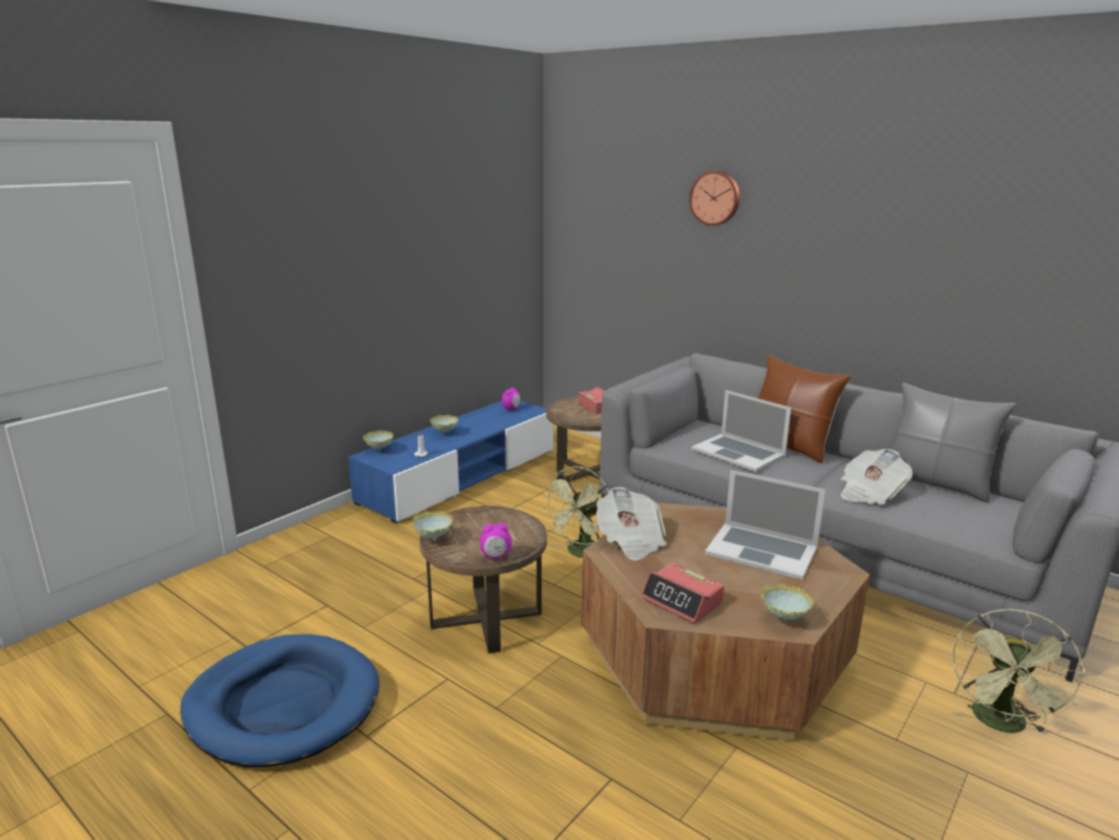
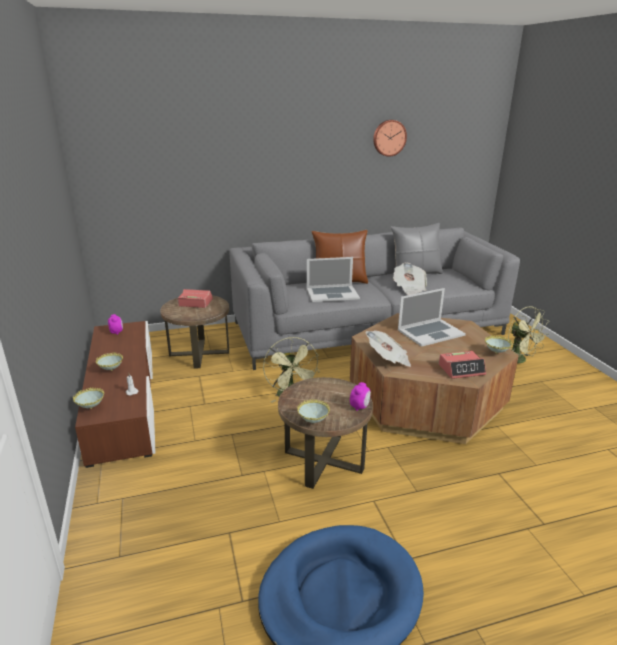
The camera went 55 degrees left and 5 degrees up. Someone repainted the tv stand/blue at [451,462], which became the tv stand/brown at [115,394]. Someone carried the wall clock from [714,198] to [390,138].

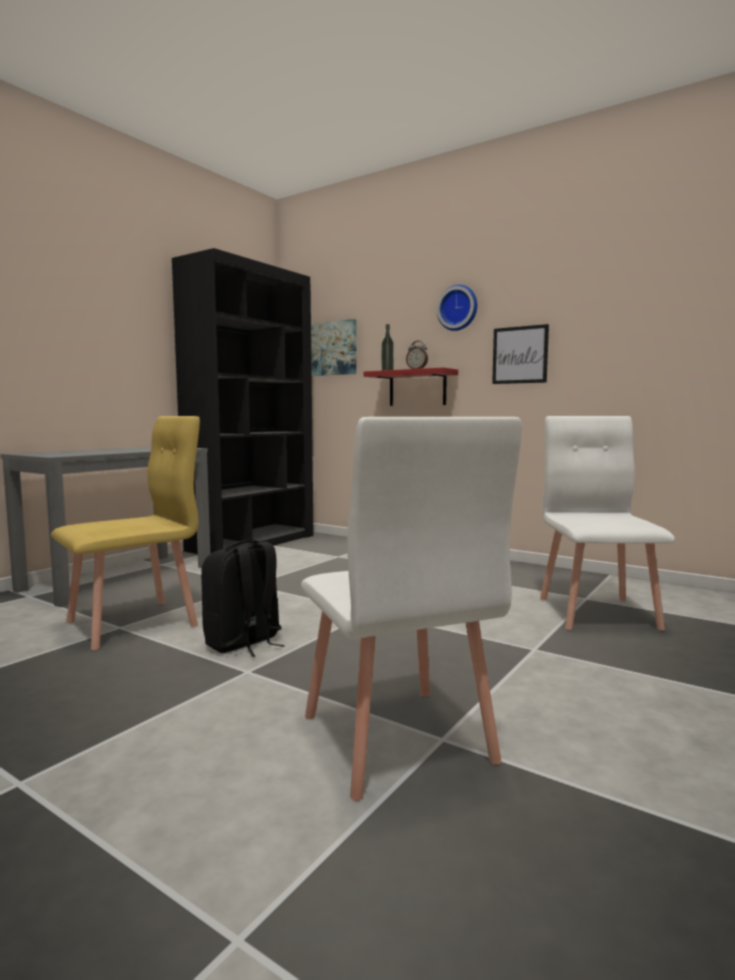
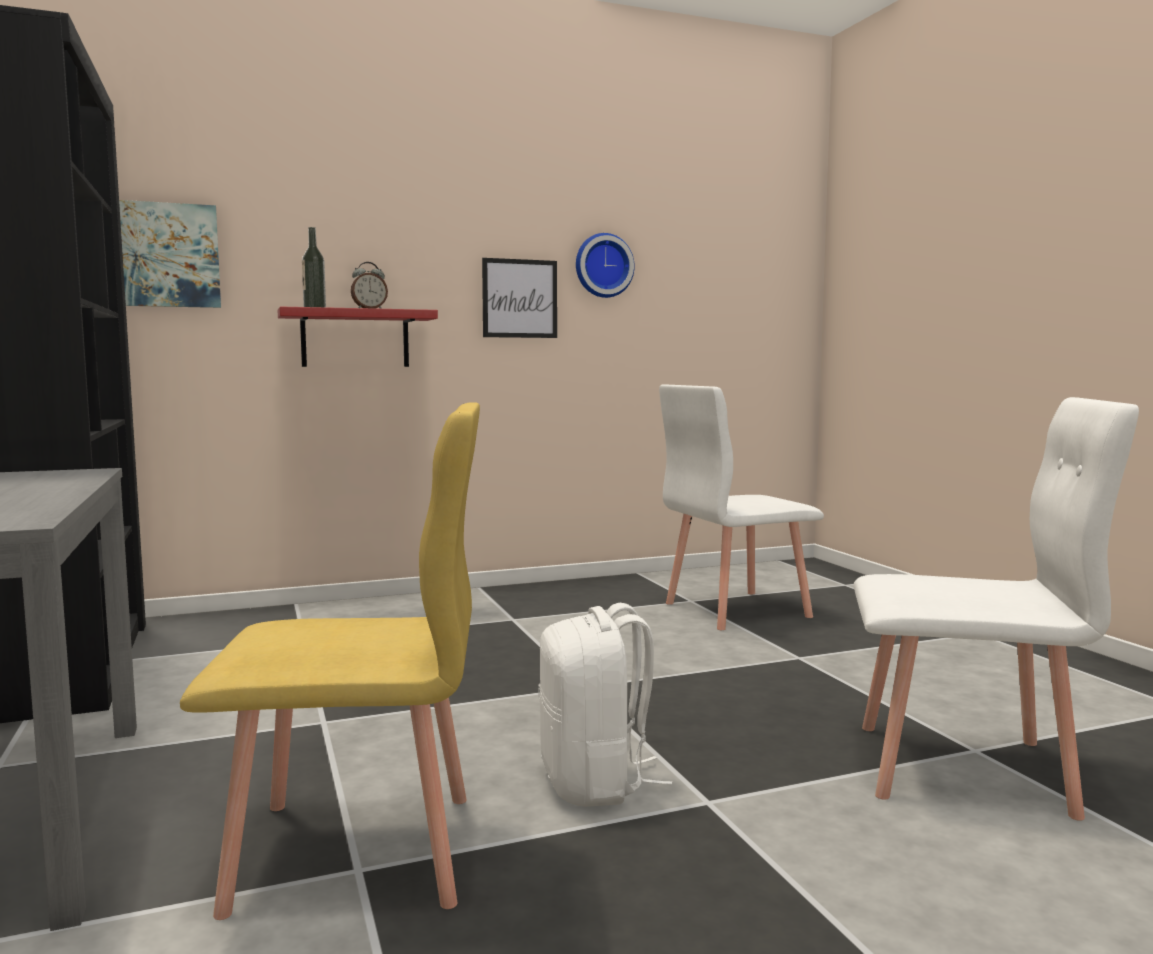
The camera went 55 degrees left and 0 degrees up. Someone rotated the chair/yellow at [125,533] by 90 degrees clockwise. Someone repainted the backpack/black at [243,598], which became the backpack/white at [605,705]. Someone carried the wall clock from [457,307] to [605,265]. Someone rotated the chair/white at [607,523] by 60 degrees counterclockwise.

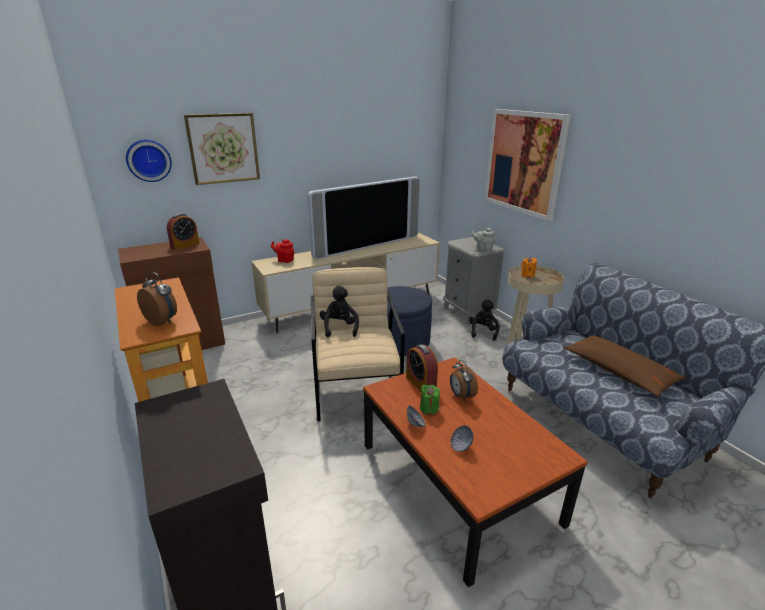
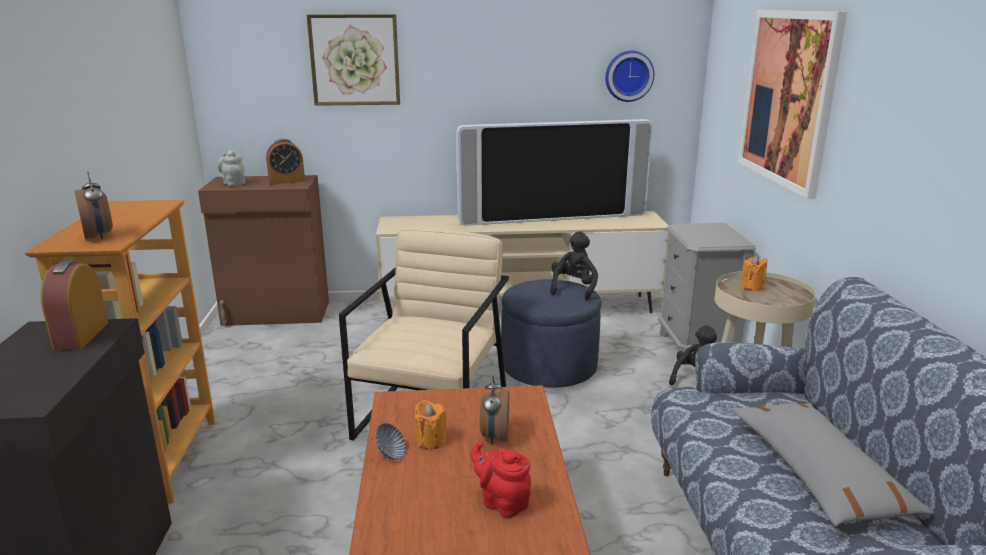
The camera went 25 degrees right and 5 degrees down. Someone carried the wall clock from [149,161] to [629,76]. Someone carried the teapot/red from [282,251] to [501,479]. Someone carried the plush toy/black from [339,311] to [574,265]. Someone carried the alarm clock from [422,367] to [74,305]. Someone repainted the candle/green at [430,400], which became the candle/orange at [431,424]. Someone took away the bowl at [462,438]. Someone carried the teapot/grey from [483,240] to [231,168]. Someone repainted the pillow/brown at [624,366], which became the pillow/grey at [832,465].

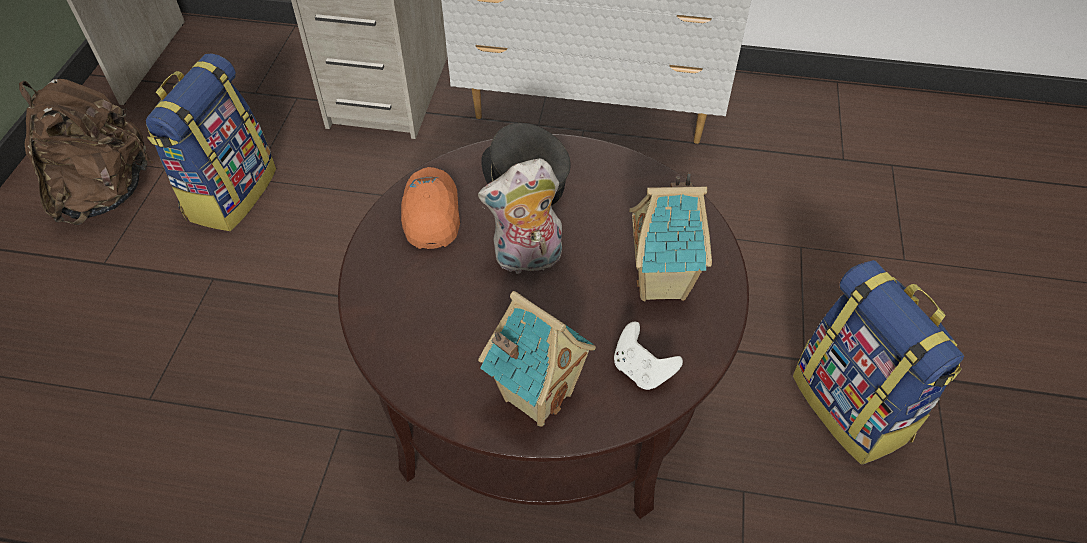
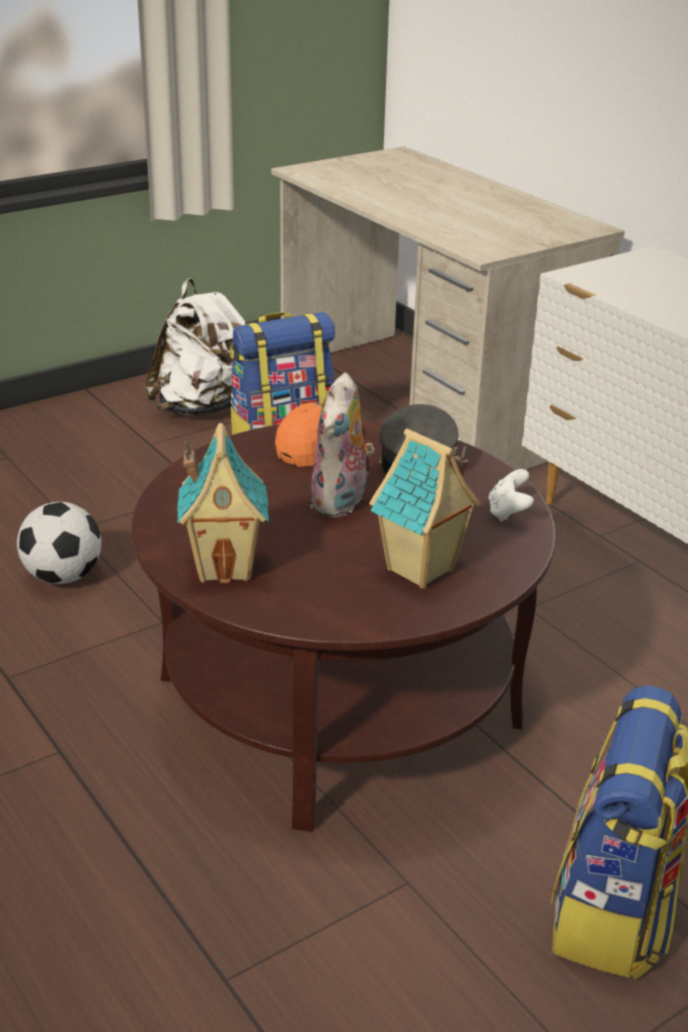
The camera went 45 degrees right and 20 degrees down. Someone repainted the backpack/brown at [86,152], which became the backpack/white at [194,347]. Someone rotated the plush toy at [520,216] by 105 degrees counterclockwise. Someone carried the game controller/white from [648,356] to [511,495]. Someone put down the football at [59,543].

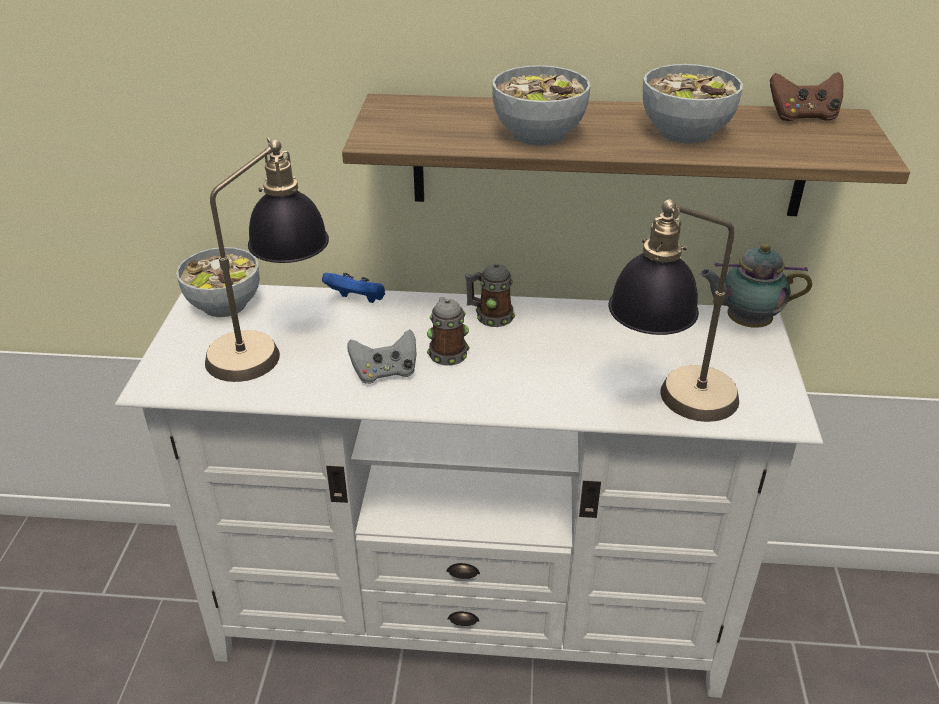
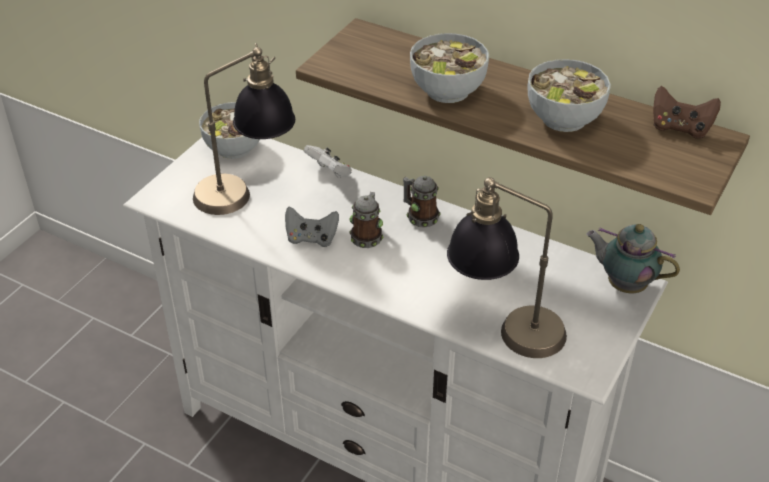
The camera went 25 degrees right and 5 degrees up. Someone repainted the game controller/blue at [353,288], which became the game controller/white at [327,161].

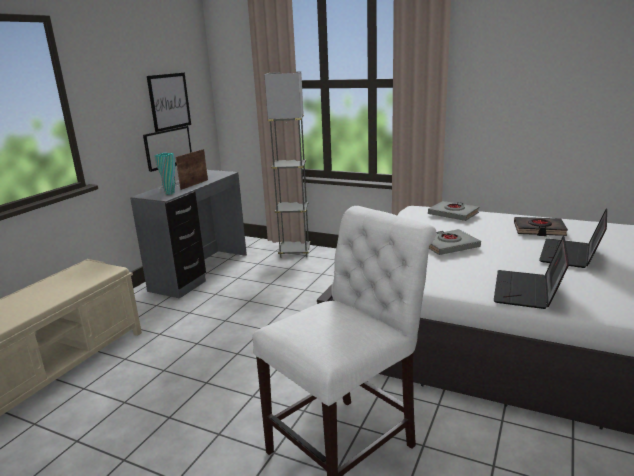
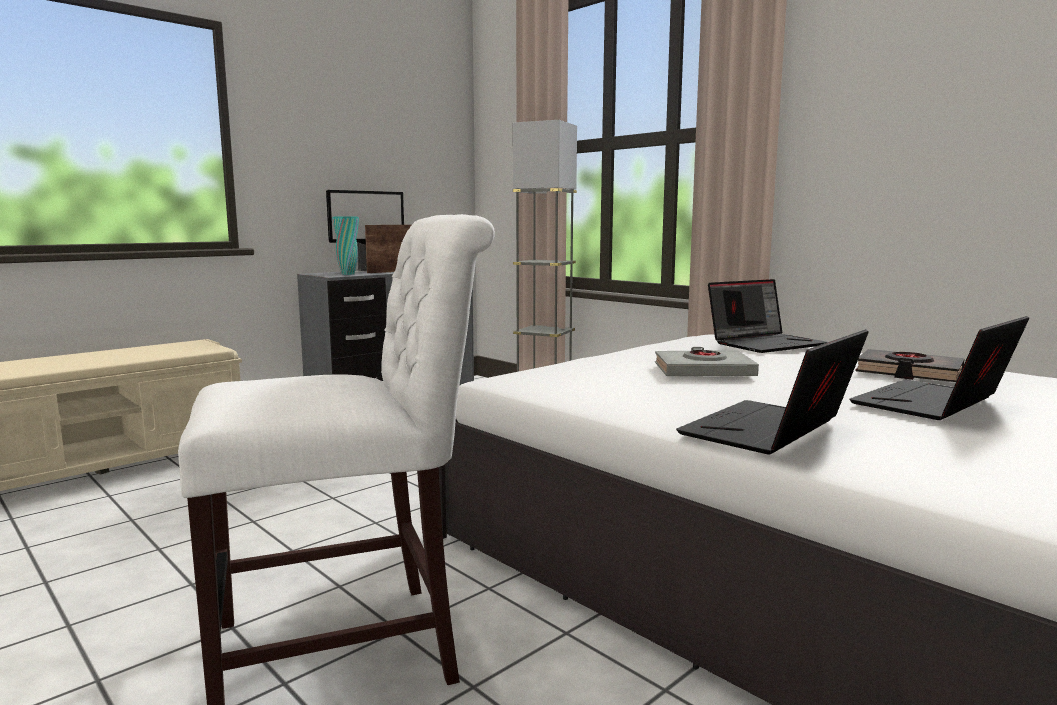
The camera went 20 degrees right and 10 degrees down. Someone took away the picture at [169,102]. Someone swapped the book/grey at [453,211] for the laptop at [767,316].

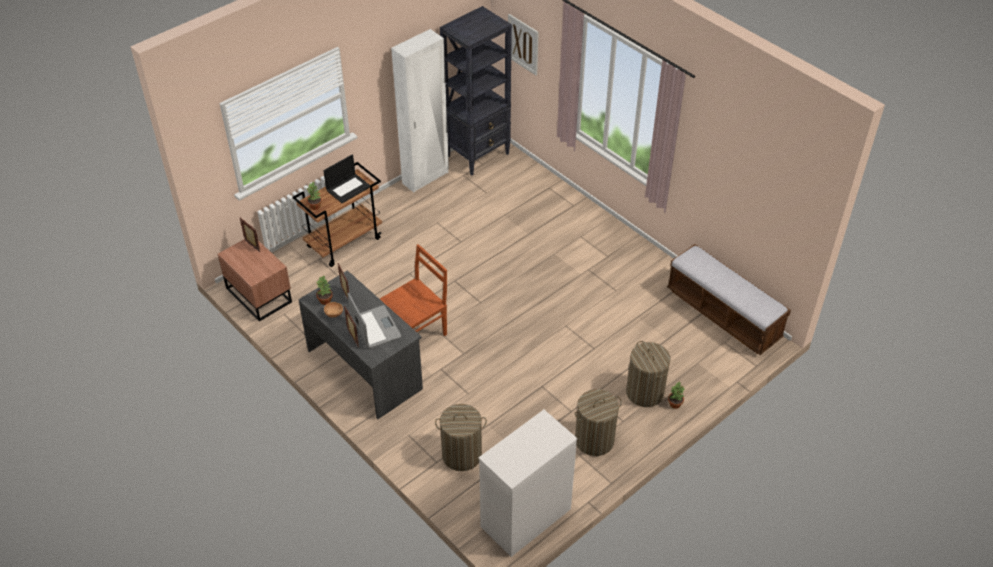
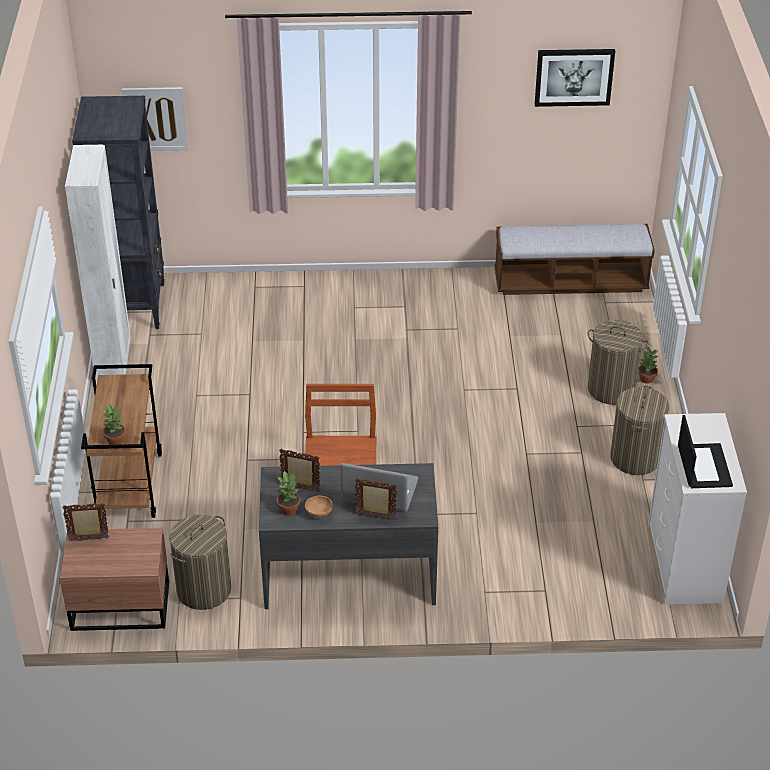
The camera went 50 degrees left and 5 degrees down. Someone carried the laptop from [346,179] to [705,451]. Someone carried the laundry basket from [461,437] to [200,562]. Someone put up the picture at [575,78].

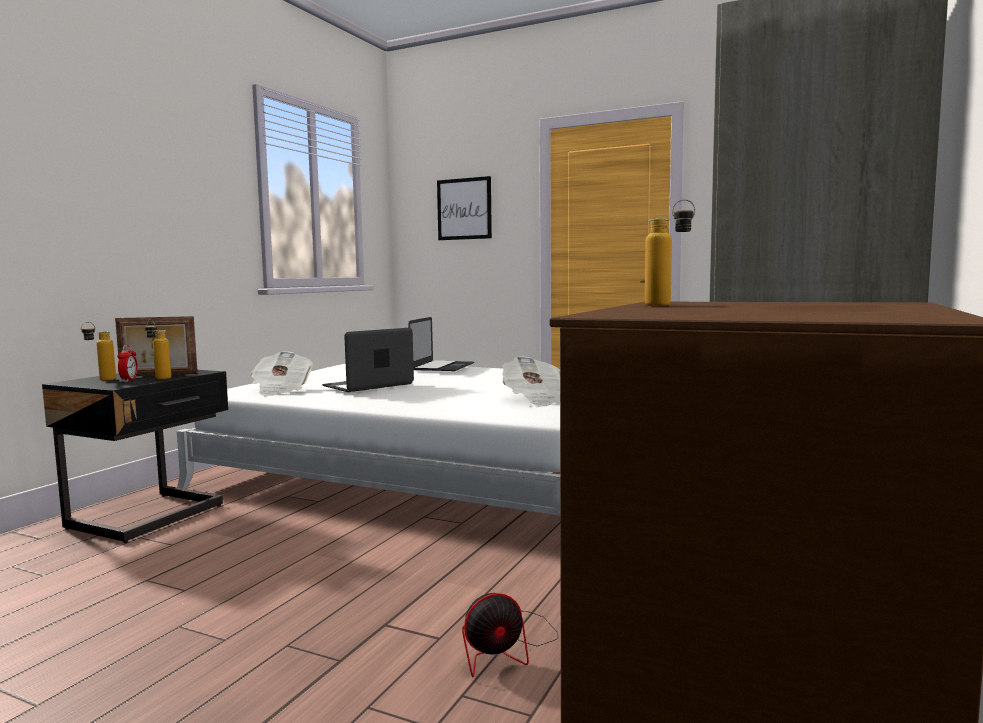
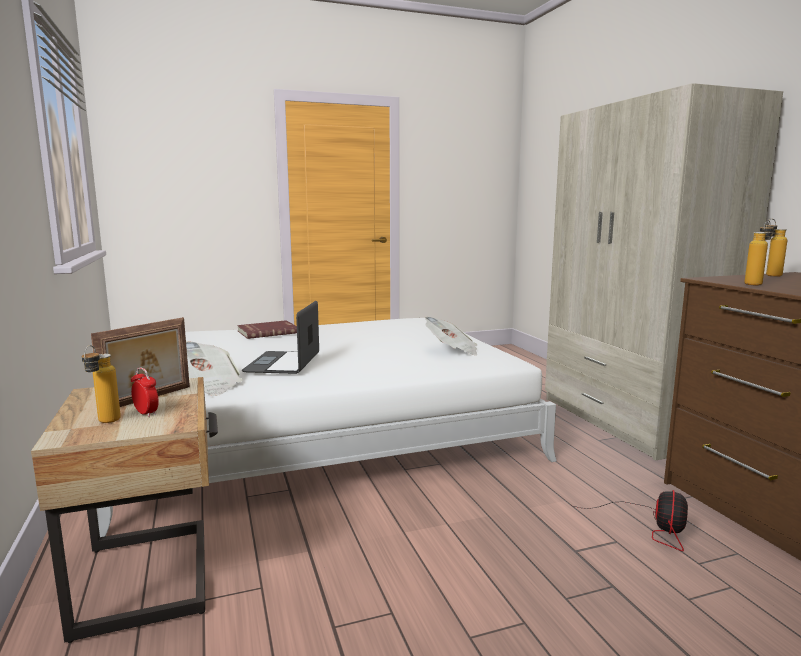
The camera went 45 degrees left and 5 degrees up. Someone repainted the nightstand/black at [135,456], which became the nightstand/beige at [124,510]. Someone carried the bottle from [158,349] to [776,248]. Someone swapped the laptop at [441,344] for the book/red at [267,329]. Someone took away the picture at [464,208].

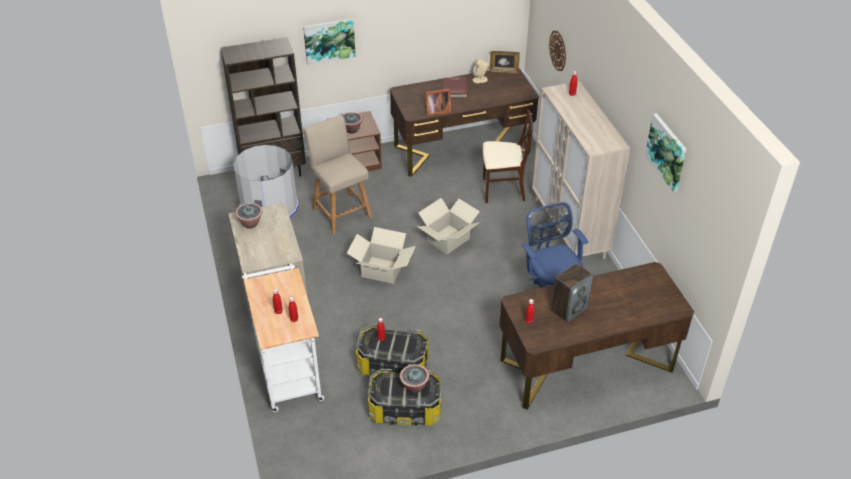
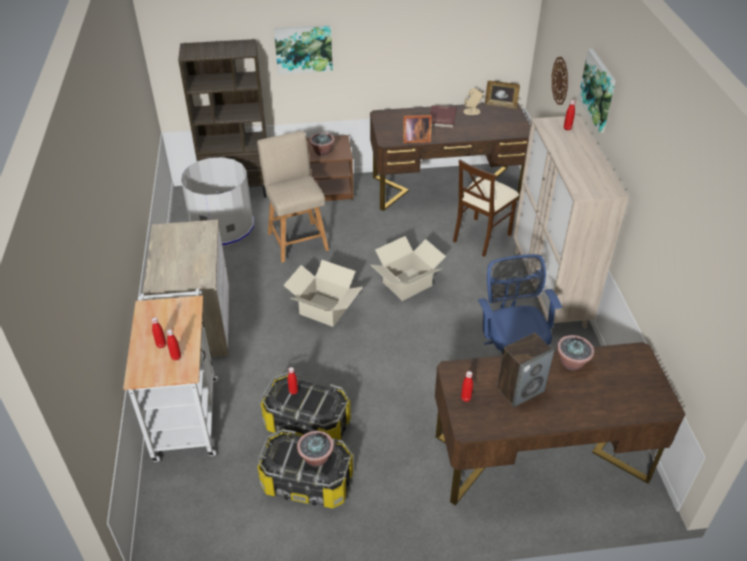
The camera went 10 degrees right and 0 degrees up. Someone carried the potted plant from [248,216] to [575,353]. Someone rotated the chair/beige at [508,156] by 120 degrees clockwise. Someone carried the picture from [666,152] to [597,91].

